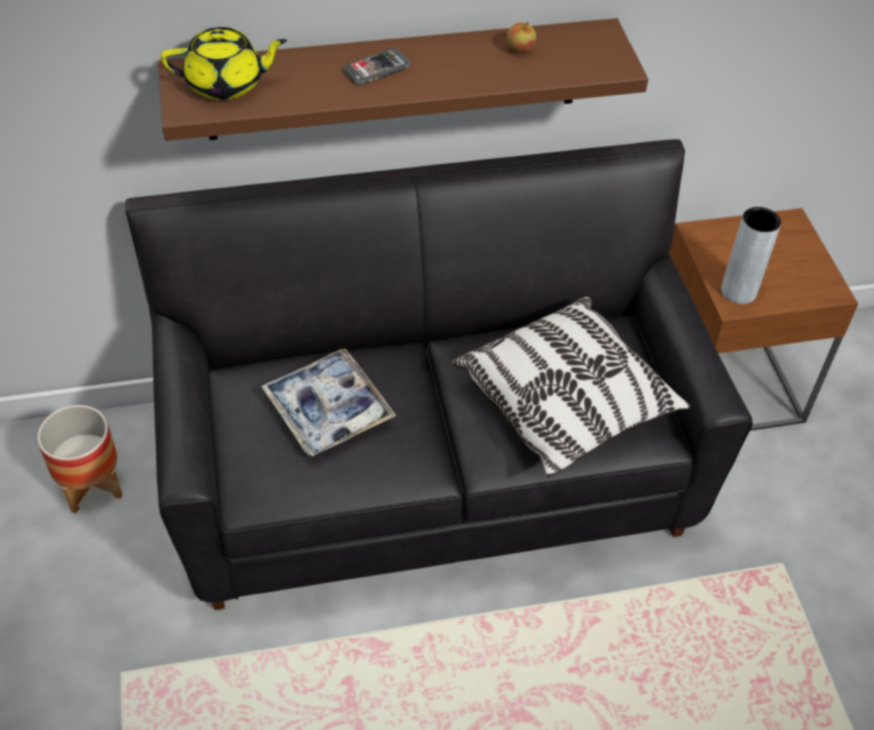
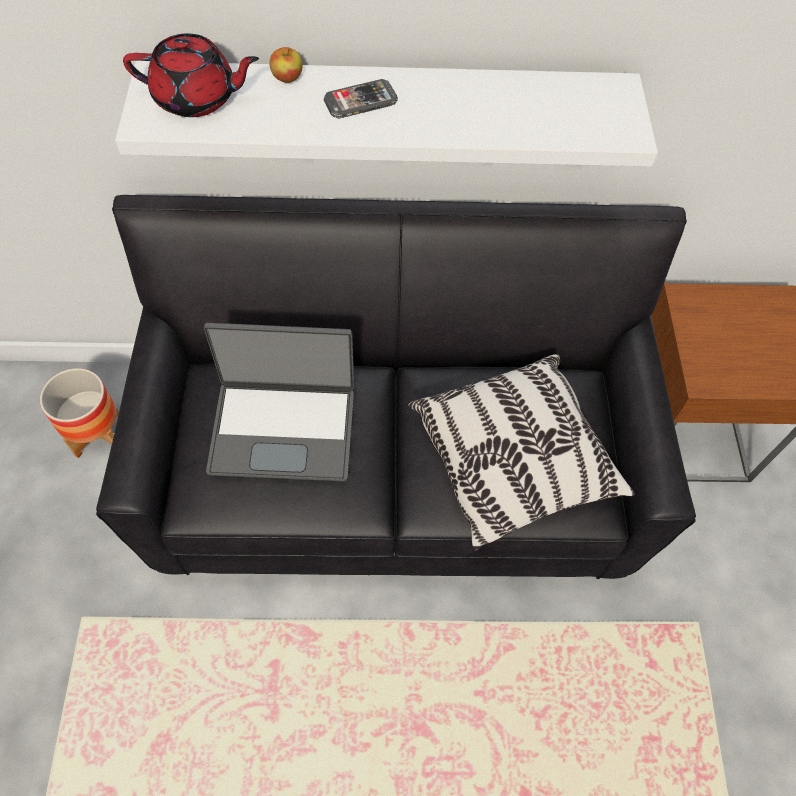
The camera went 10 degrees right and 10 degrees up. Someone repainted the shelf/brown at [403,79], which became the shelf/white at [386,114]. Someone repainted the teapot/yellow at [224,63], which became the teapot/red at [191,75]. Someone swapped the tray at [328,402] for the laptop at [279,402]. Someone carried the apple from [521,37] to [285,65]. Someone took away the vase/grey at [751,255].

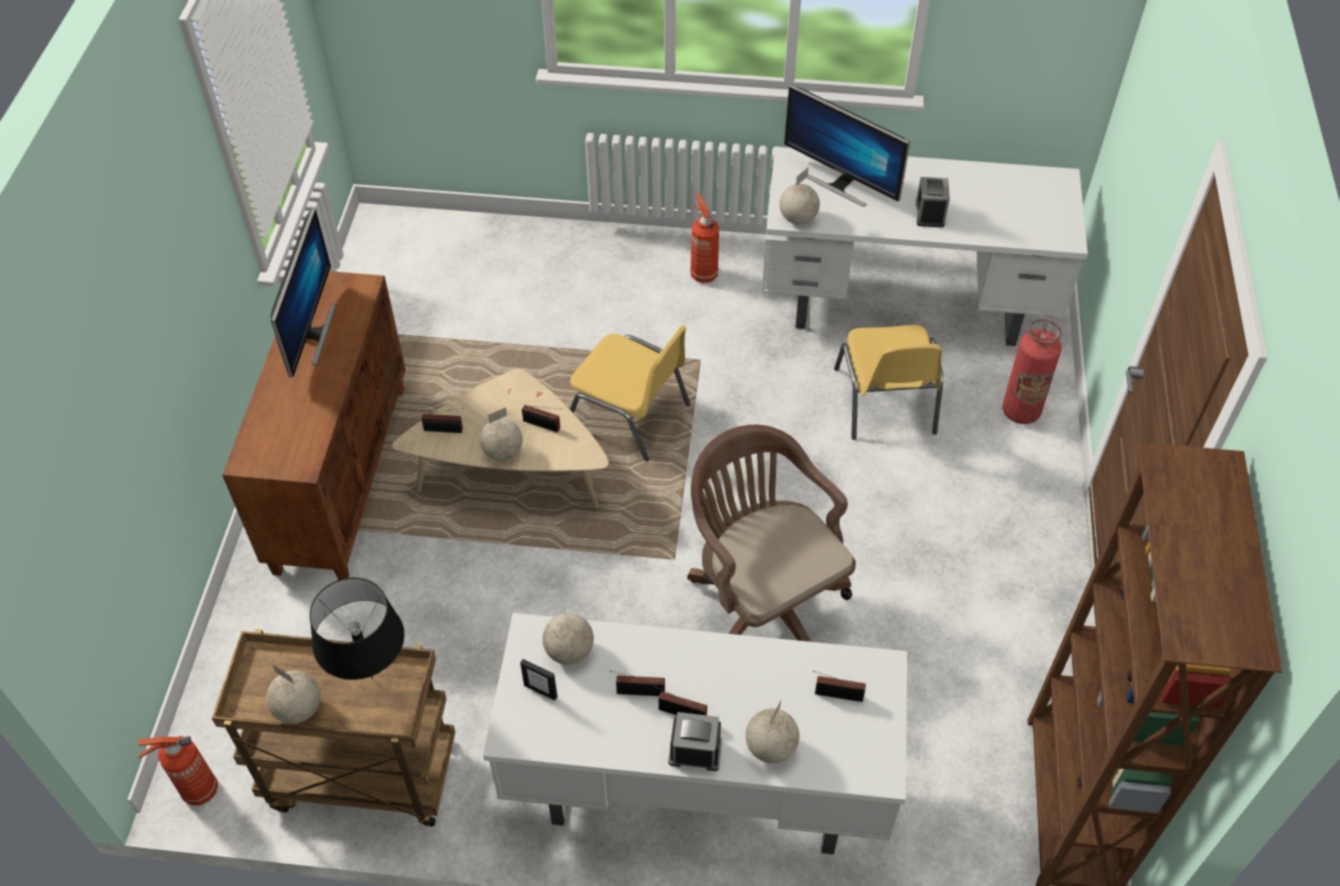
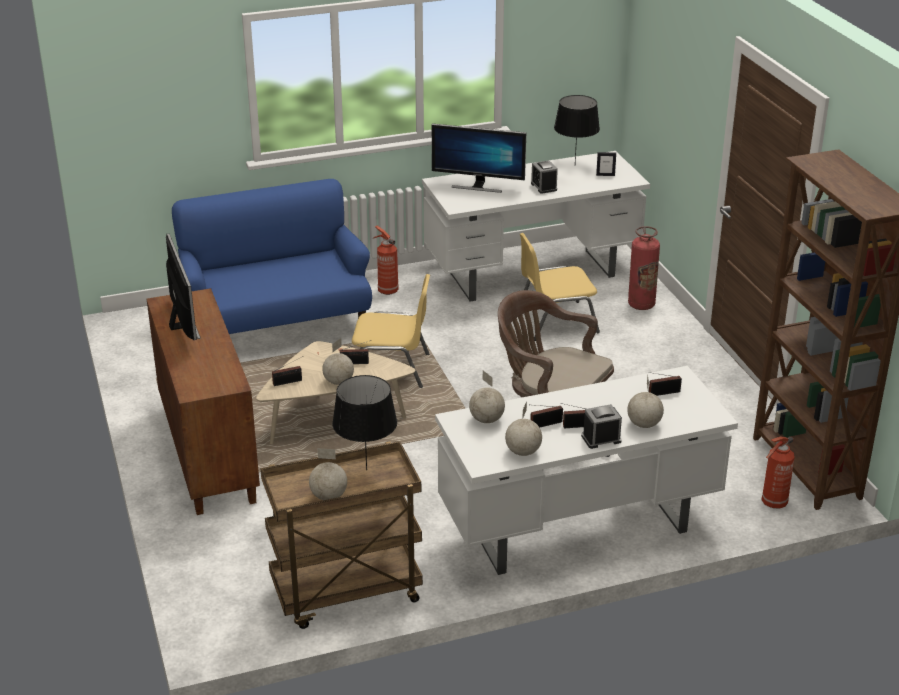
The camera went 25 degrees left and 20 degrees down. Someone carried the fire extinguisher from [178,770] to [778,472]. Someone carried the picture frame from [538,680] to [606,164]. Someone carried the globe from [799,196] to [523,428]. Someone rotated the chair/yellow at [888,382] by 105 degrees clockwise. Someone put down the sofa/blue at [272,256]. Someone put down the table lamp/black at [577,128].

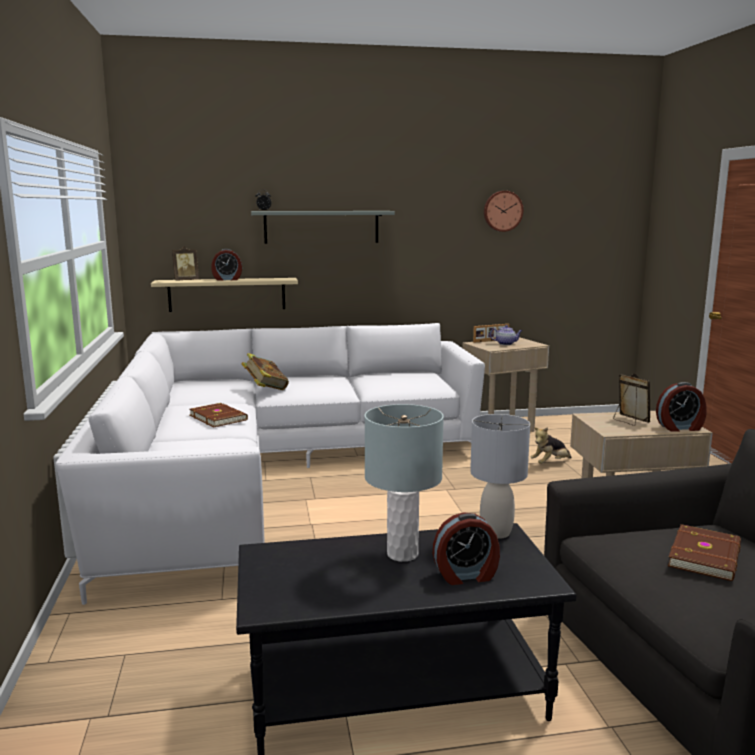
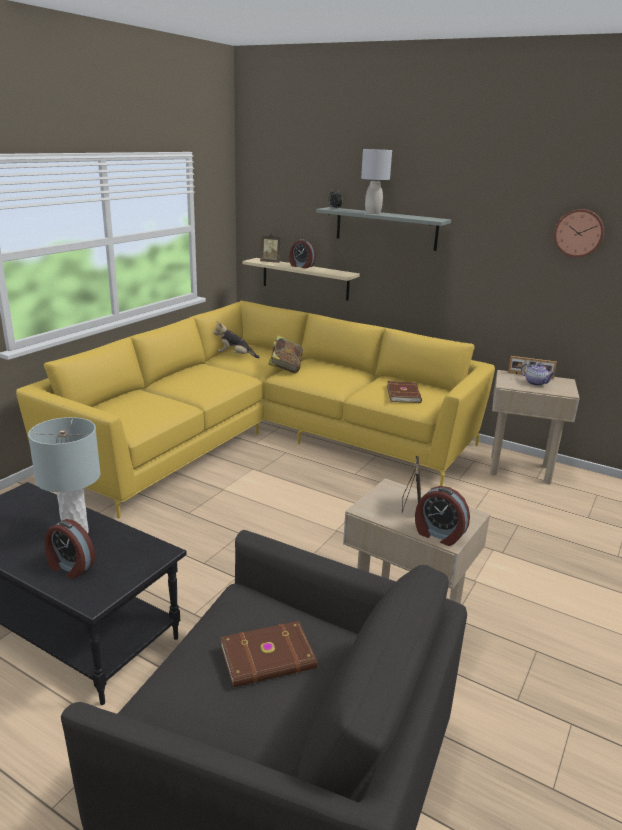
The camera went 40 degrees right and 10 degrees up. Someone repainted the sofa/white at [270,464], which became the sofa/yellow at [255,410]. Someone carried the book/brown from [218,415] to [404,392]. Someone carried the table lamp/grey from [500,476] to [376,181]. Someone carried the plush toy from [551,445] to [236,339].

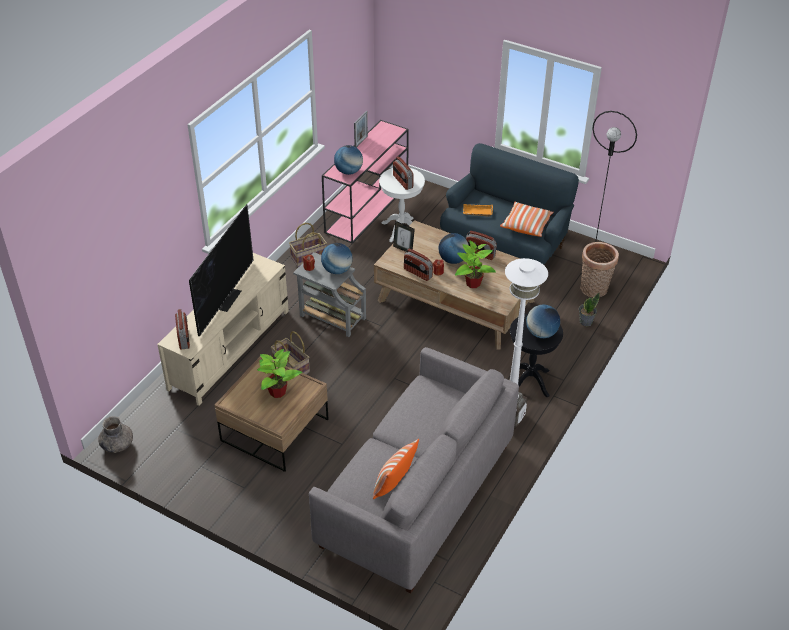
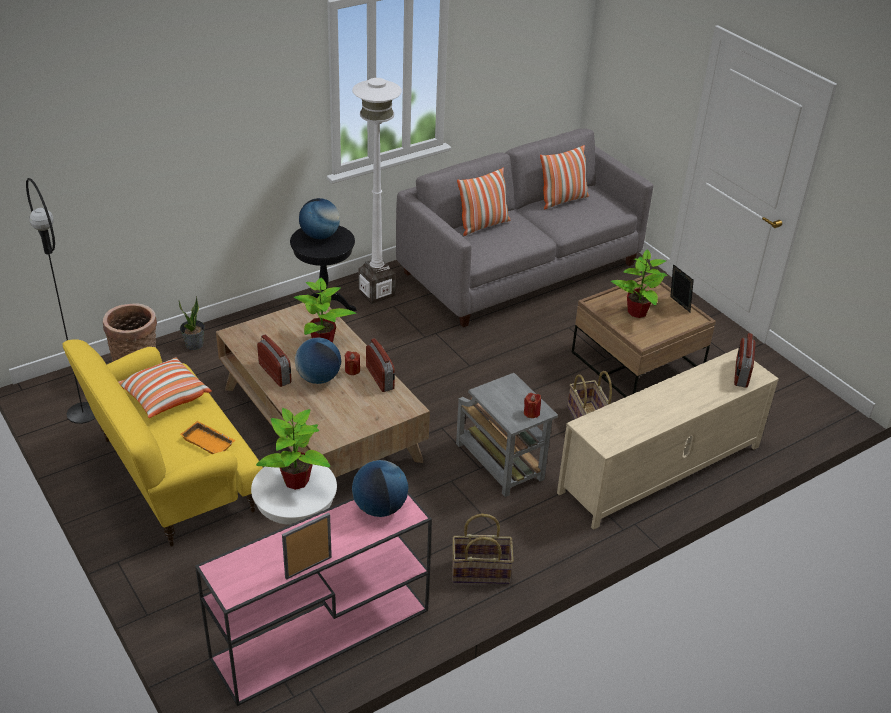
The camera went 155 degrees left and 5 degrees down. Someone took away the vase/grey at [115,434]. Someone took away the television at [221,270]. Someone took away the globe at [337,258]. Someone swapped the radio at [403,173] for the potted plant at [293,449]. Someone carried the picture frame from [404,236] to [682,288]. Someone repainted the sofa/blue at [509,204], which became the sofa/yellow at [163,443]. Someone put down the pillow at [483,202].

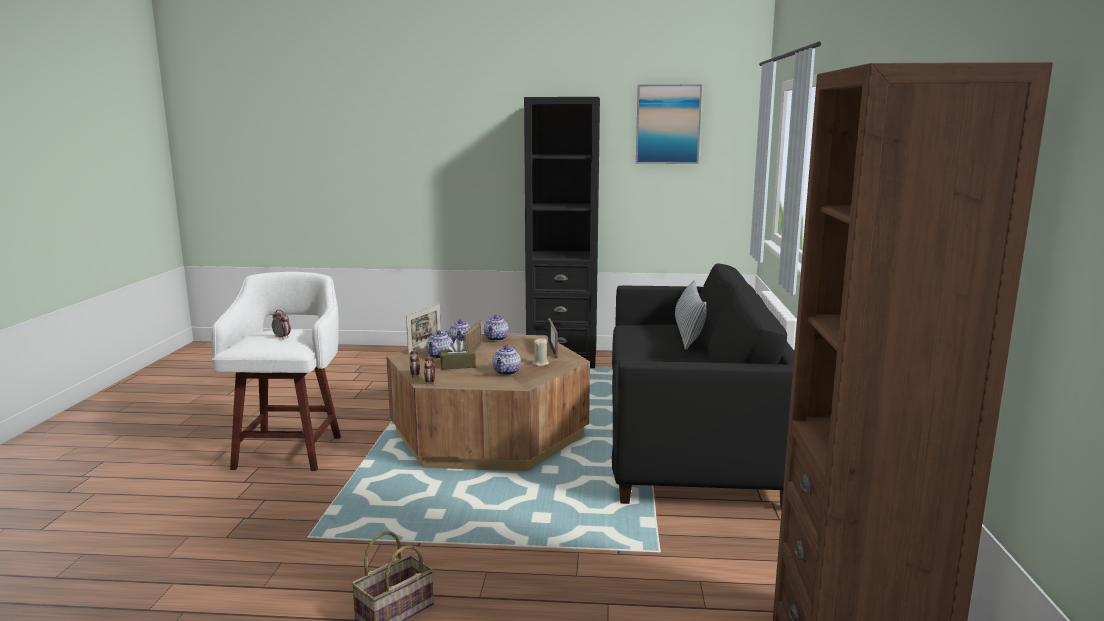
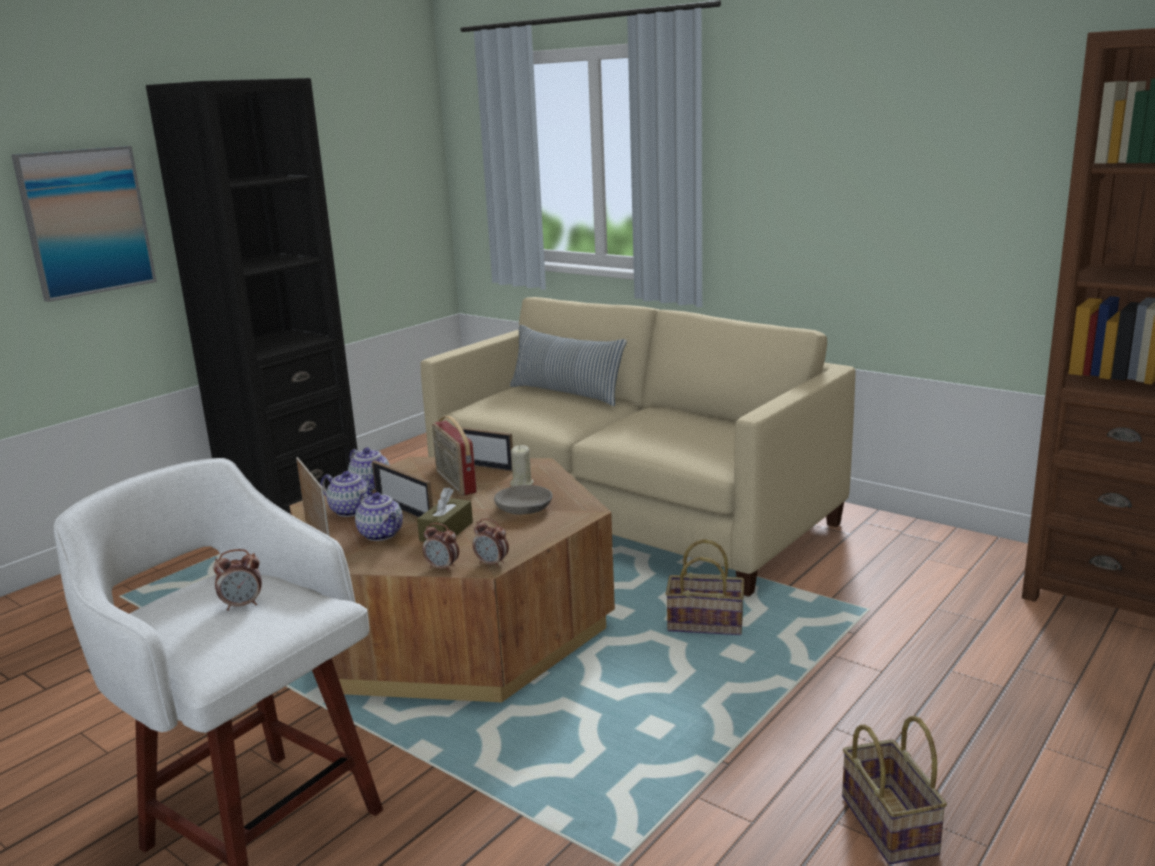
The camera went 55 degrees left and 5 degrees up. Someone swapped the teapot at [506,360] for the bowl/grey at [523,500]. Someone repainted the sofa/black at [703,386], which became the sofa/beige at [638,447]. Someone carried the picture from [669,124] to [84,224]. Someone put down the radio at [454,455]. Someone put down the basket at [705,587].

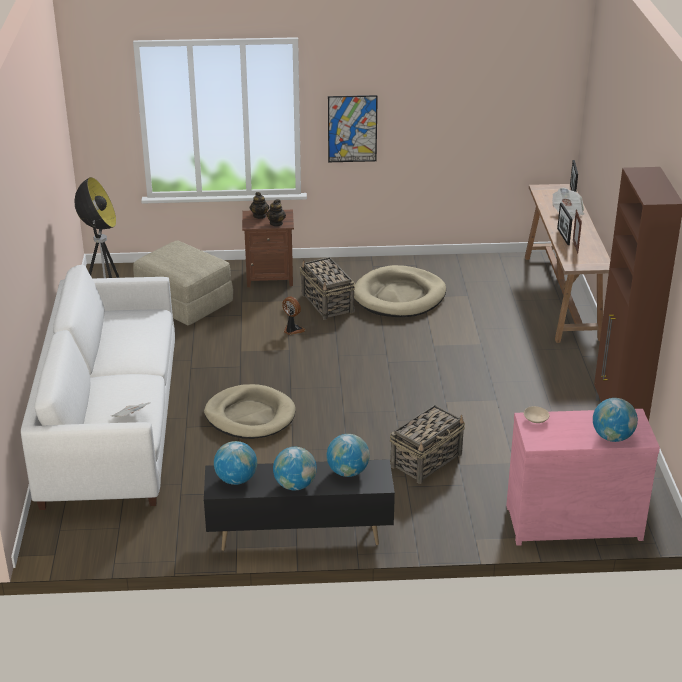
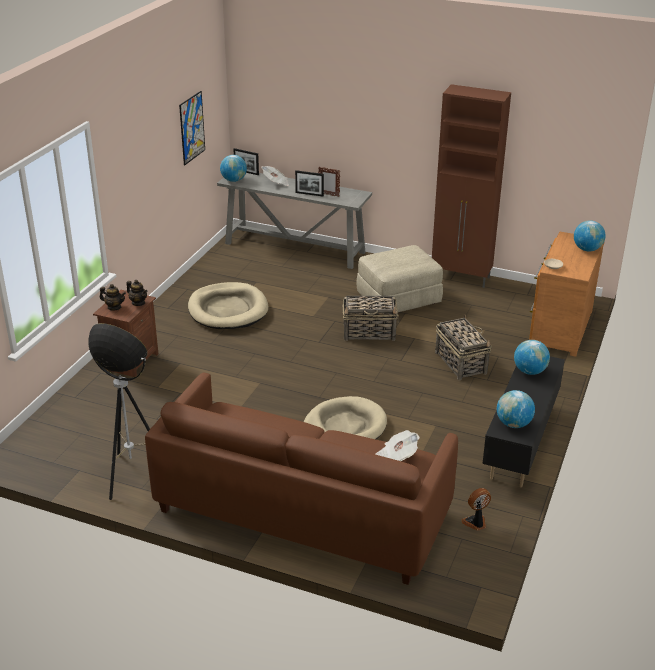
The camera went 65 degrees left and 0 degrees up. Someone repainted the sofa/white at [98,387], which became the sofa/brown at [301,478]. Someone carried the ottoman/beige from [183,282] to [399,278]. Someone carried the globe from [295,468] to [233,168]. Someone carried the fan from [294,315] to [476,509]. Someone carried the basket from [327,288] to [370,318]. Someone carried the picture from [353,128] to [192,128]. Someone repainted the dresser/pink at [583,477], which became the dresser/brown at [567,294]. Someone repainted the console table/brown at [567,263], which became the console table/grey at [294,221].

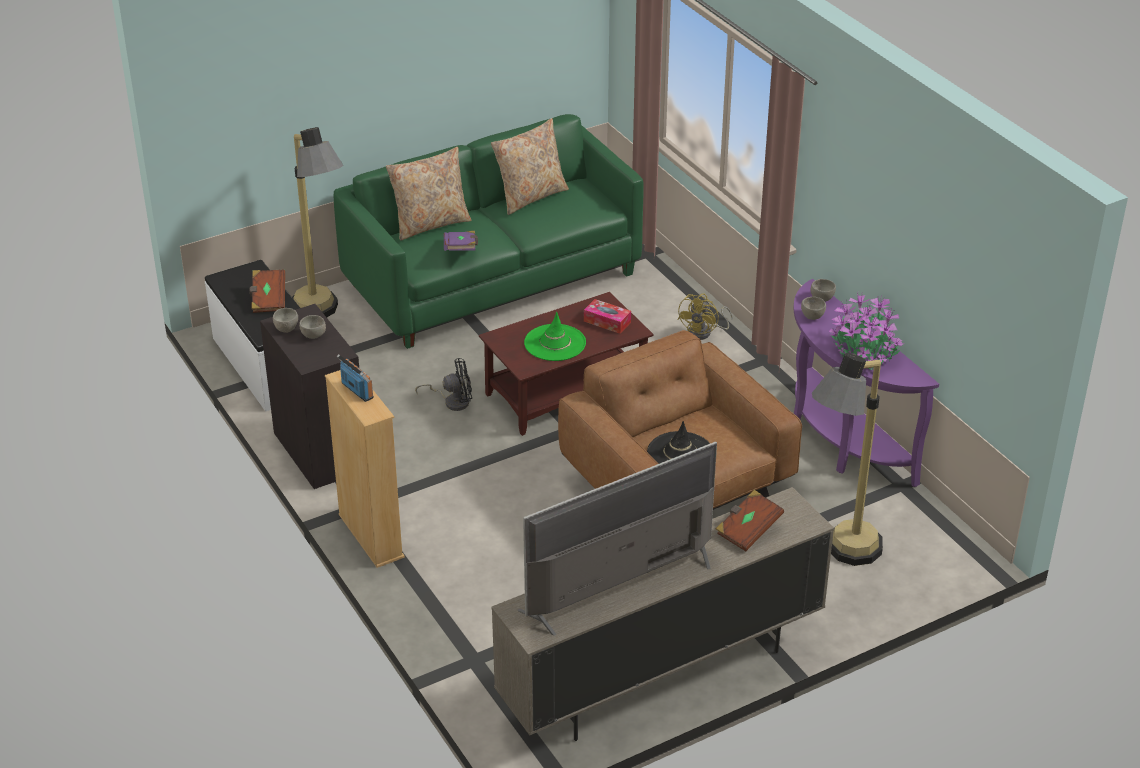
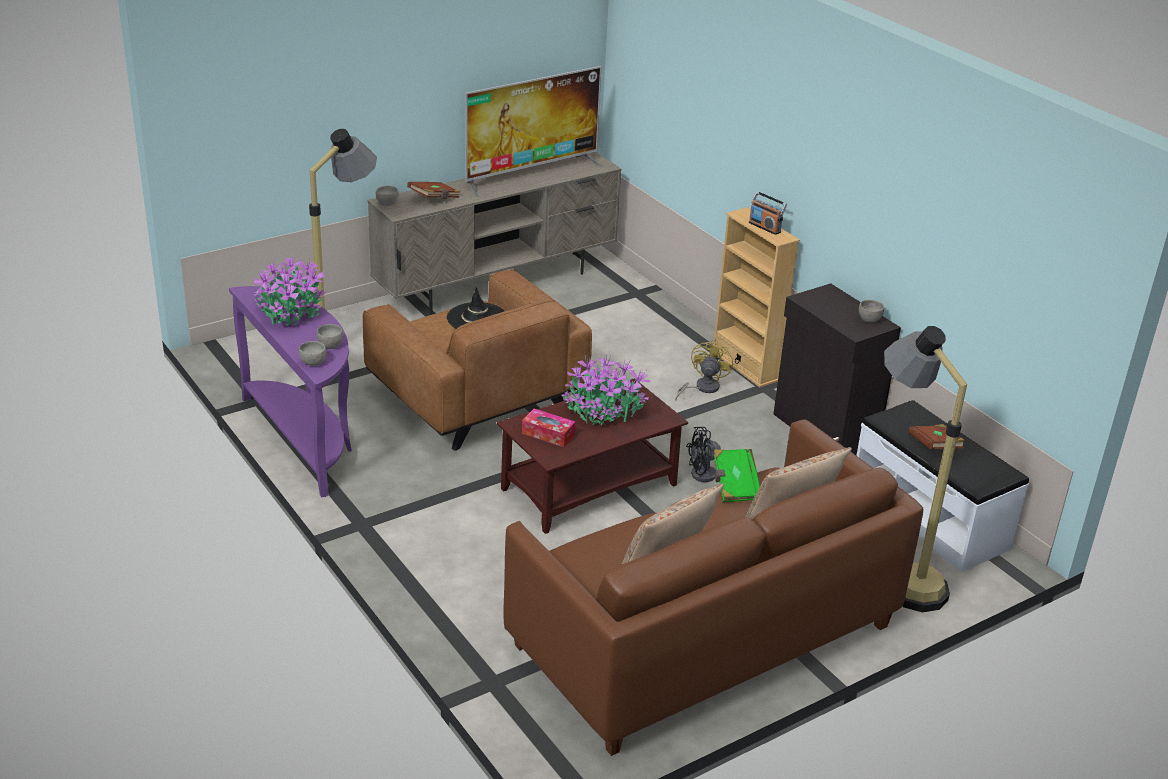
The camera went 175 degrees right and 5 degrees down. Someone carried the bowl/grey from [312,327] to [387,195]. Someone repainted the sofa/green at [488,231], which became the sofa/brown at [713,587]. Someone repainted the book/purple at [461,241], which became the book/green at [736,475]. Someone swapped the hat/green at [555,336] for the potted plant at [606,390]. Someone carried the fan/yellow from [705,317] to [704,370].

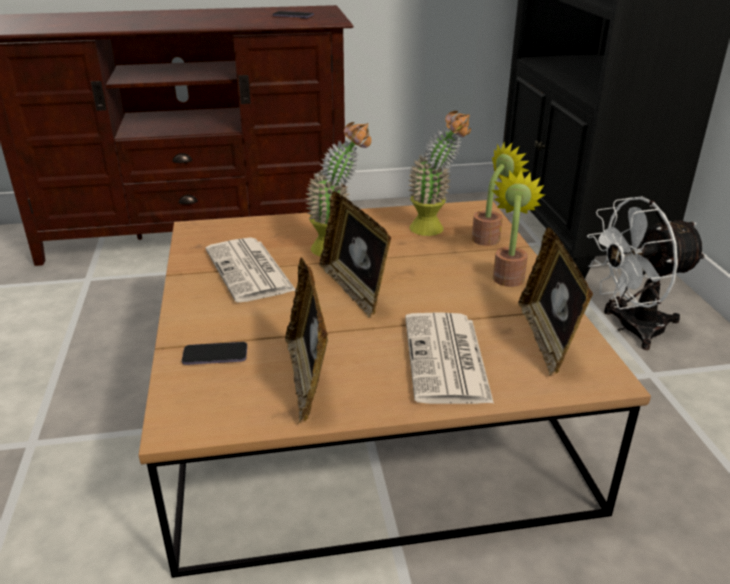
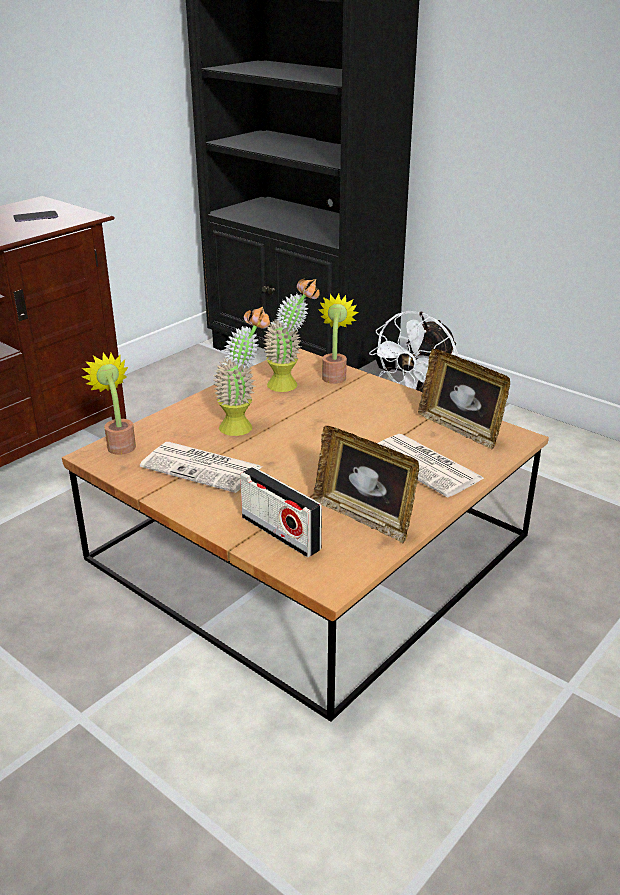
The camera went 40 degrees left and 0 degrees up. Someone swapped the phone at [214,353] for the radio at [281,512]. Someone took away the picture frame at [355,254]. Someone carried the potted plant from [518,228] to [109,403].

